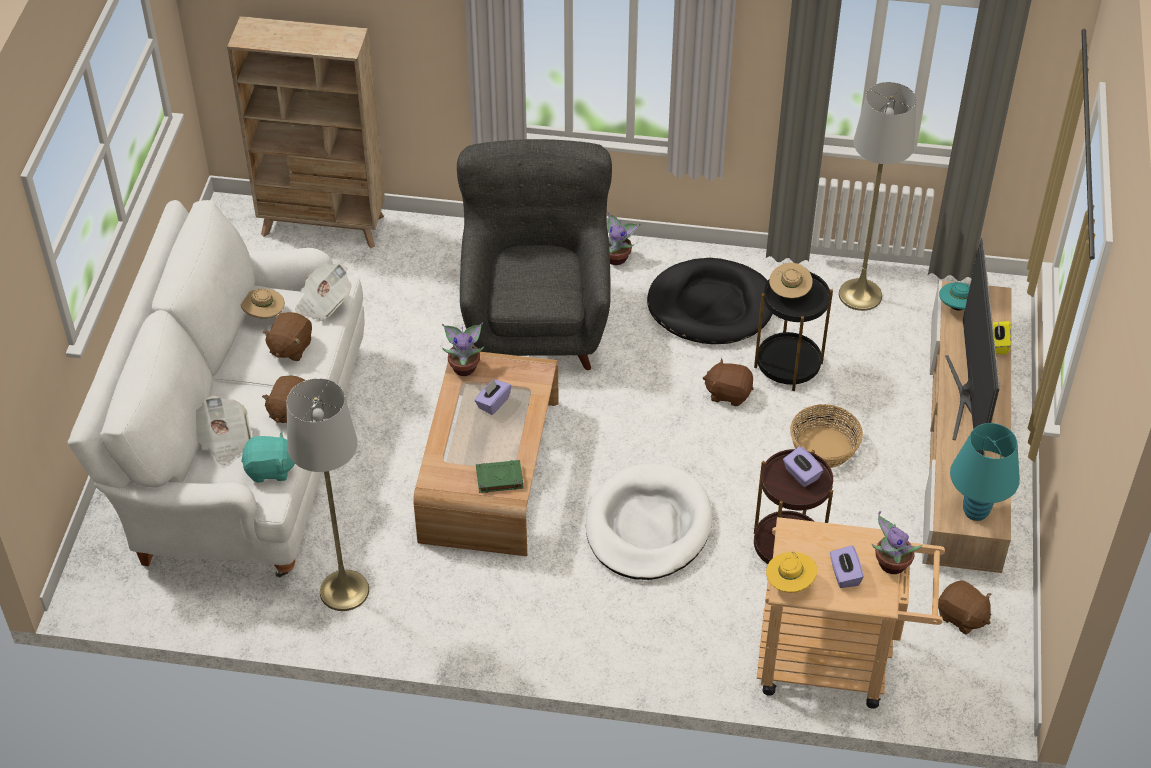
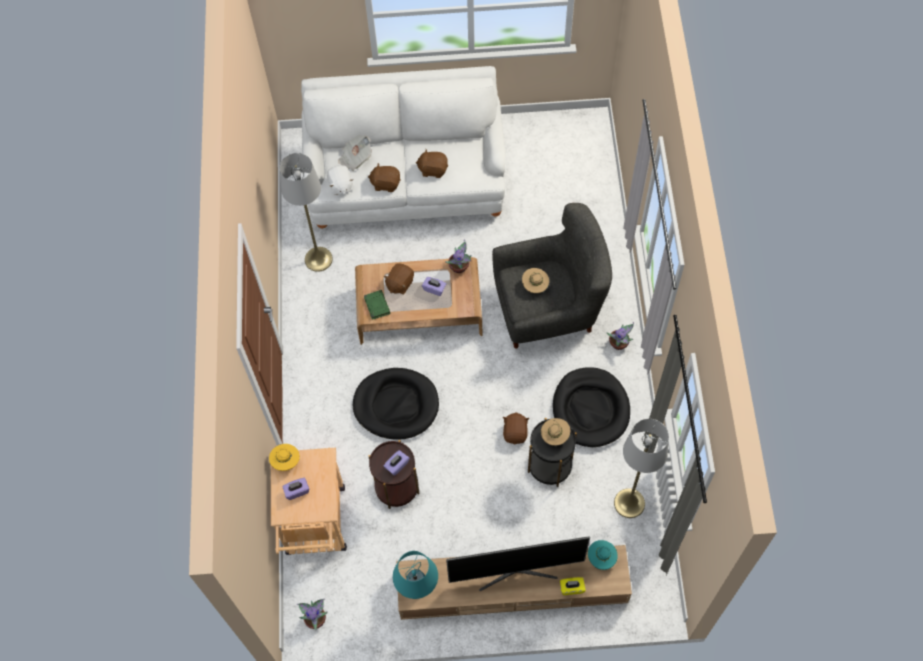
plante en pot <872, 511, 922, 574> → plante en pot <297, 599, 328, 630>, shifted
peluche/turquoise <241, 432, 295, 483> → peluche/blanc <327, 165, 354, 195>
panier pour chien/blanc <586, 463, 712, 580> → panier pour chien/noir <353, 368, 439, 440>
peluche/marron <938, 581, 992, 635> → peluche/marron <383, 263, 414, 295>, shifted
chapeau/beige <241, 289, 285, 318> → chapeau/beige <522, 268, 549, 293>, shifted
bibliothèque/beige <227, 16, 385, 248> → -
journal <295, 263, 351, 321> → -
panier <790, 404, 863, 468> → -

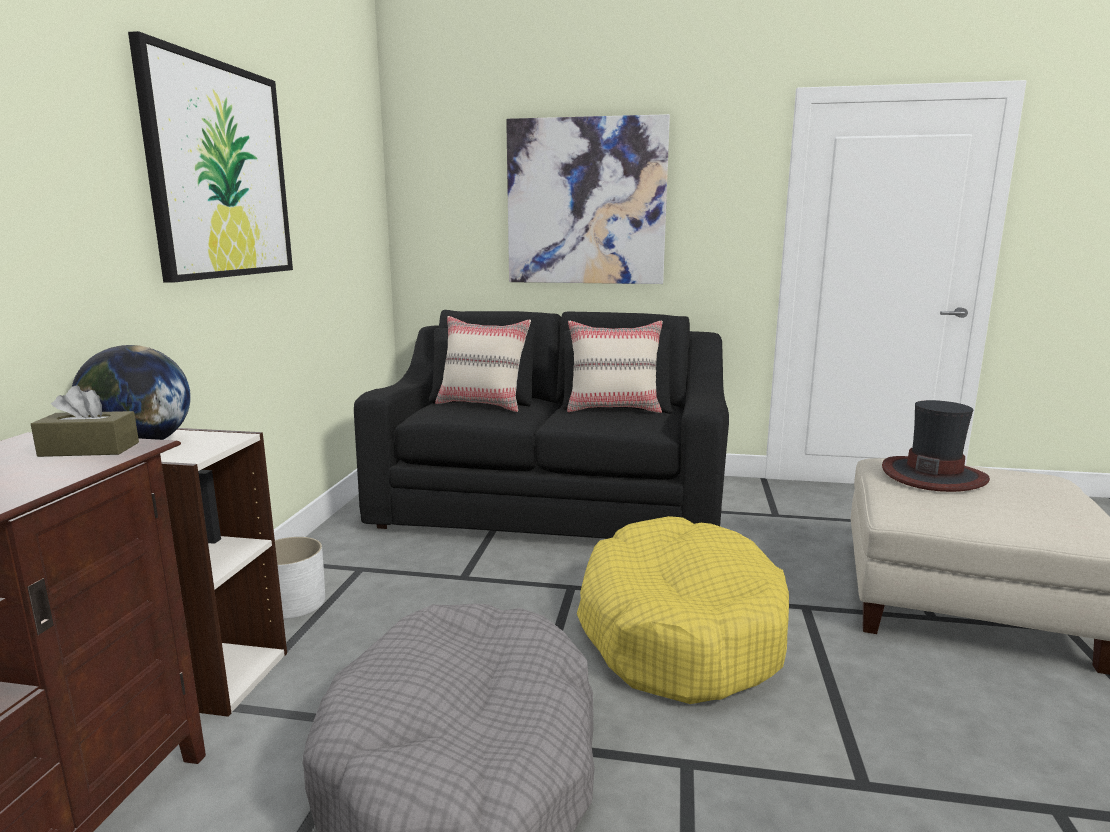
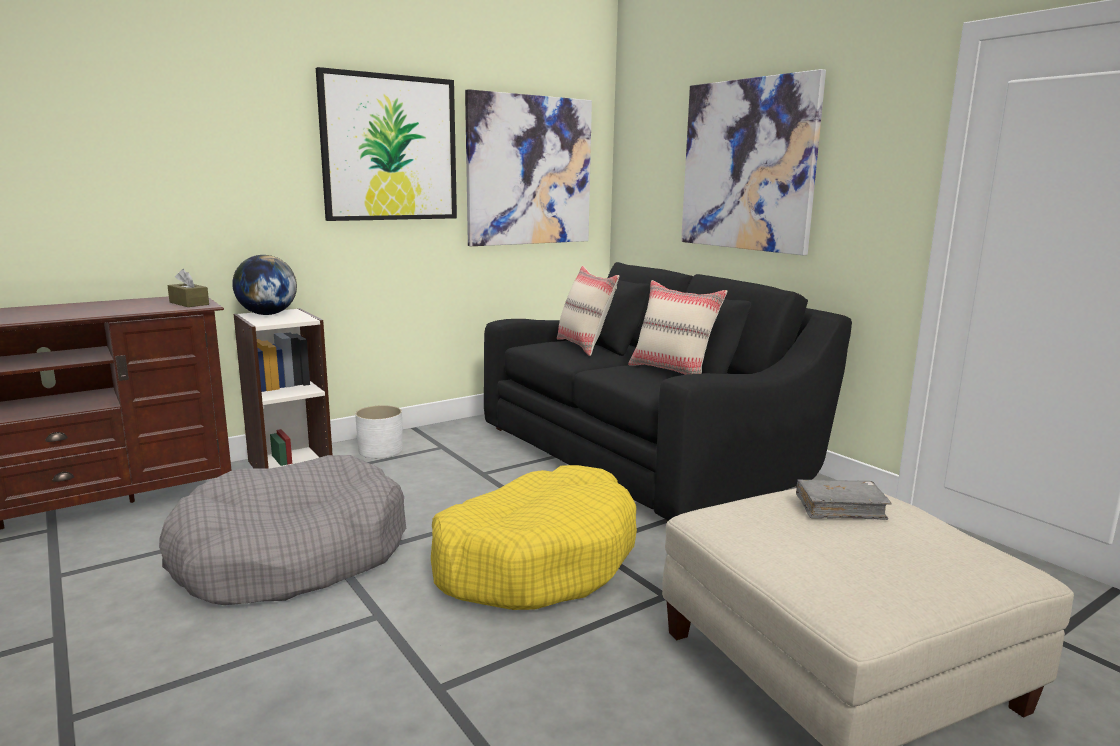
- → tableau <465, 89, 592, 246>
chapeau <882, 400, 990, 492> → livre/gris <796, 480, 892, 520>

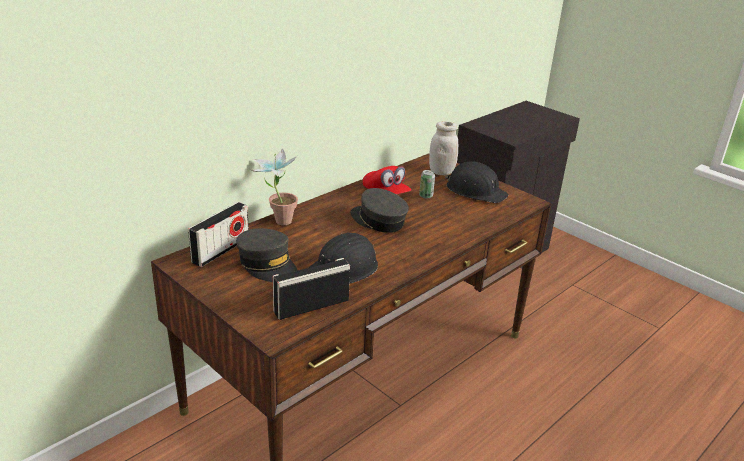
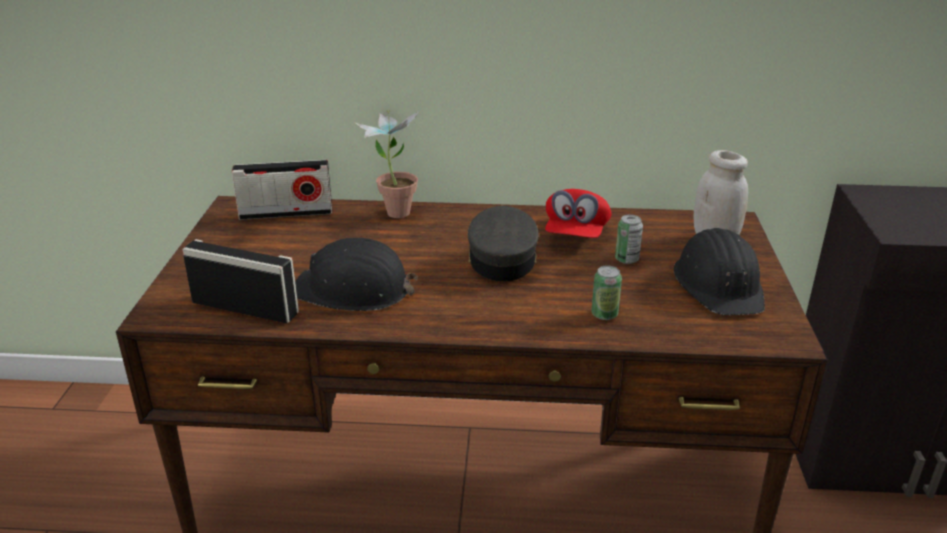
- → boîte métallique <591, 266, 622, 320>
casquette/gris <236, 228, 298, 282> → -

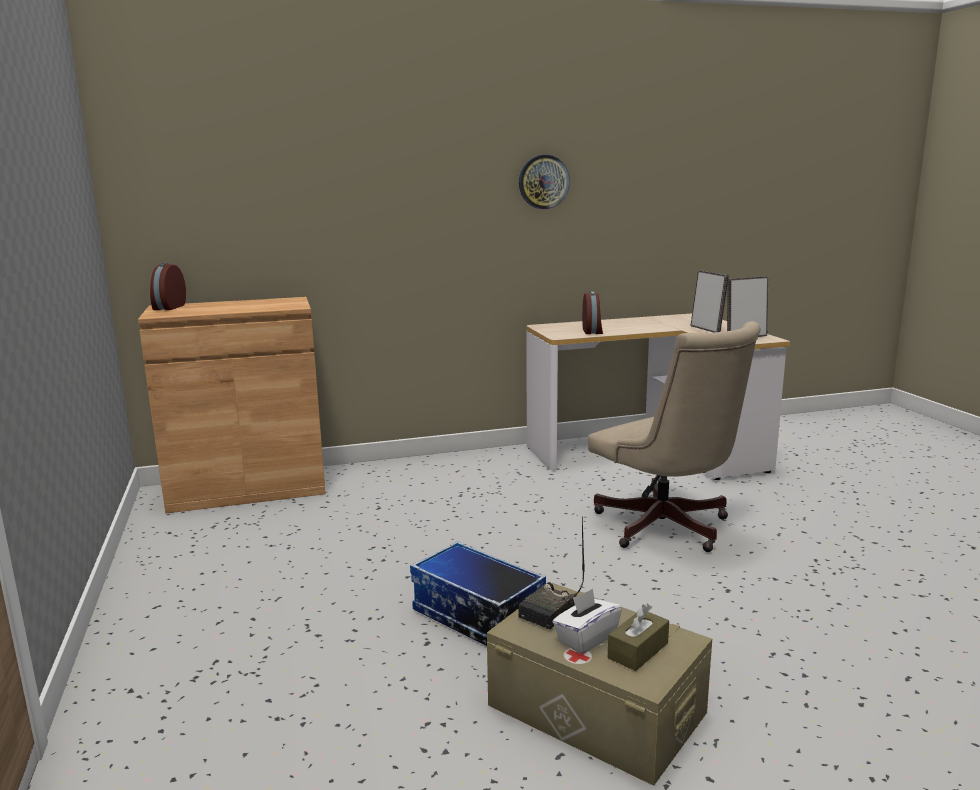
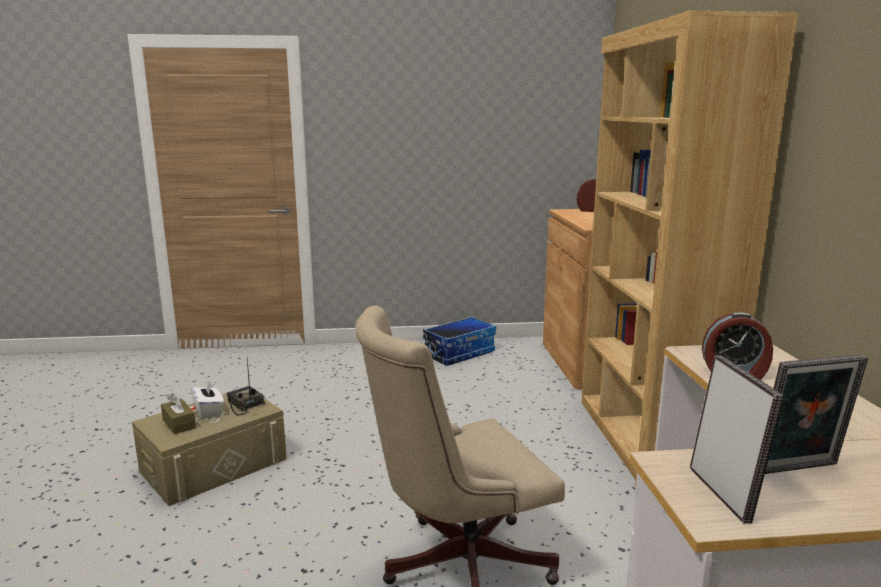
boîte de rangement <410, 541, 546, 646> → boîte de rangement <423, 317, 496, 366>, shifted
- → bibliothèque/marron <581, 11, 799, 486>
horloge murale <519, 155, 570, 209> → -

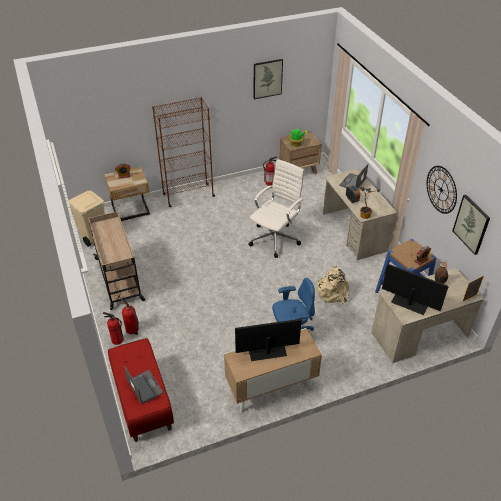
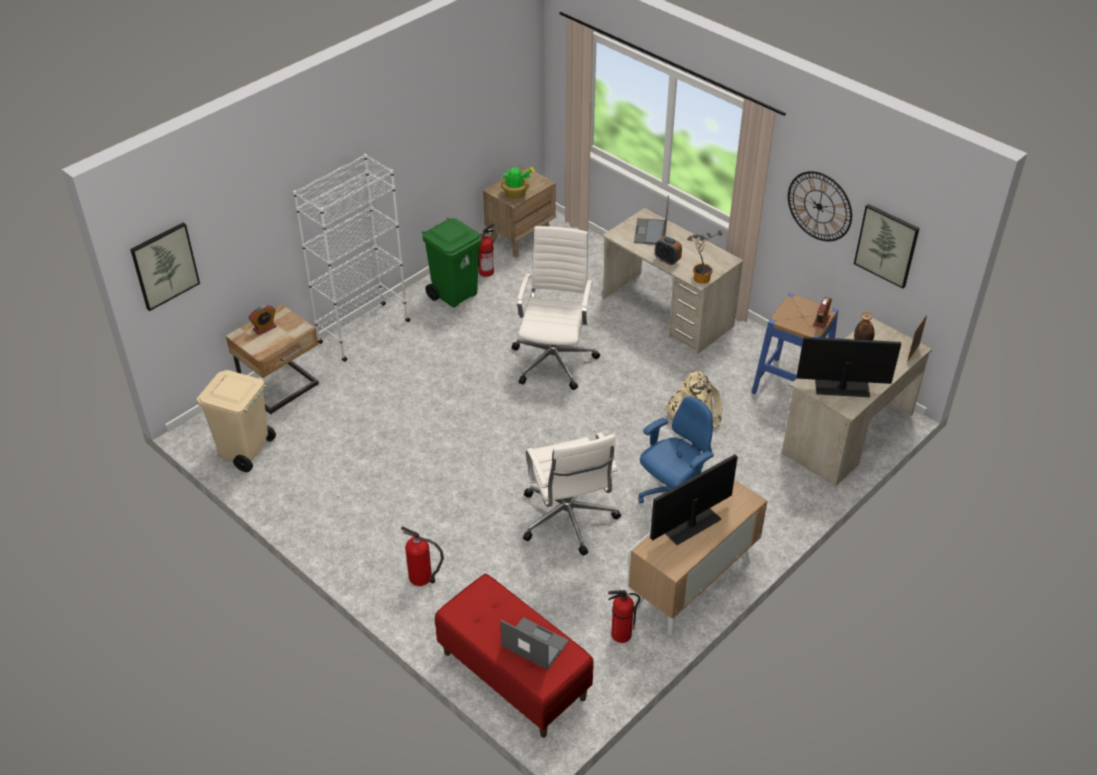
tableau <254, 59, 283, 99> → tableau <130, 223, 200, 311>, shifted
bibliothèque/marron <152, 97, 215, 207> → bibliothèque/blanc <293, 154, 410, 362>
- → poubelle/vert <422, 218, 482, 307>
- → chaise de bureau/blanc <523, 432, 621, 556>
extincteur <103, 312, 124, 345> → extincteur <608, 589, 640, 643>, shifted
chariot/beige <88, 211, 145, 310> → -

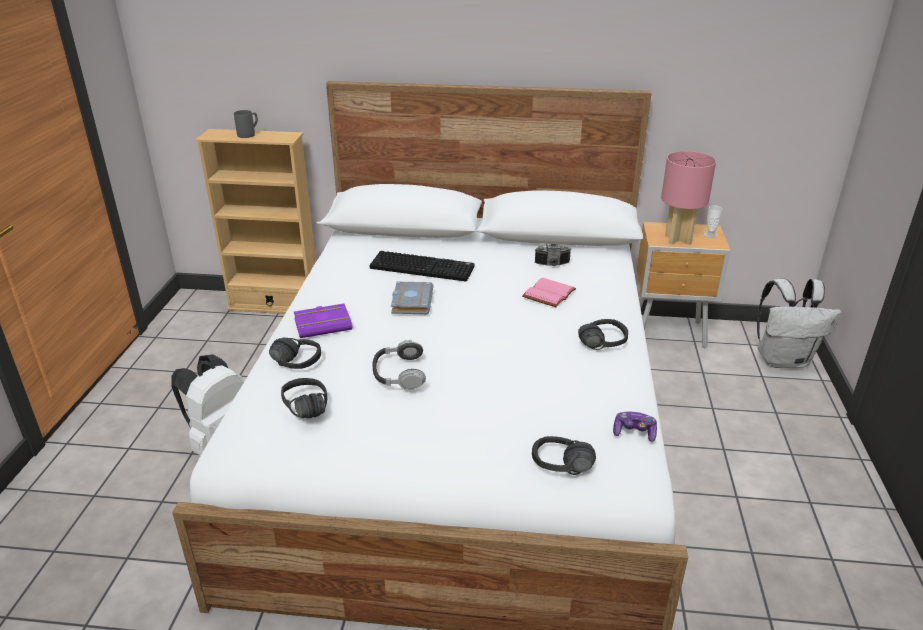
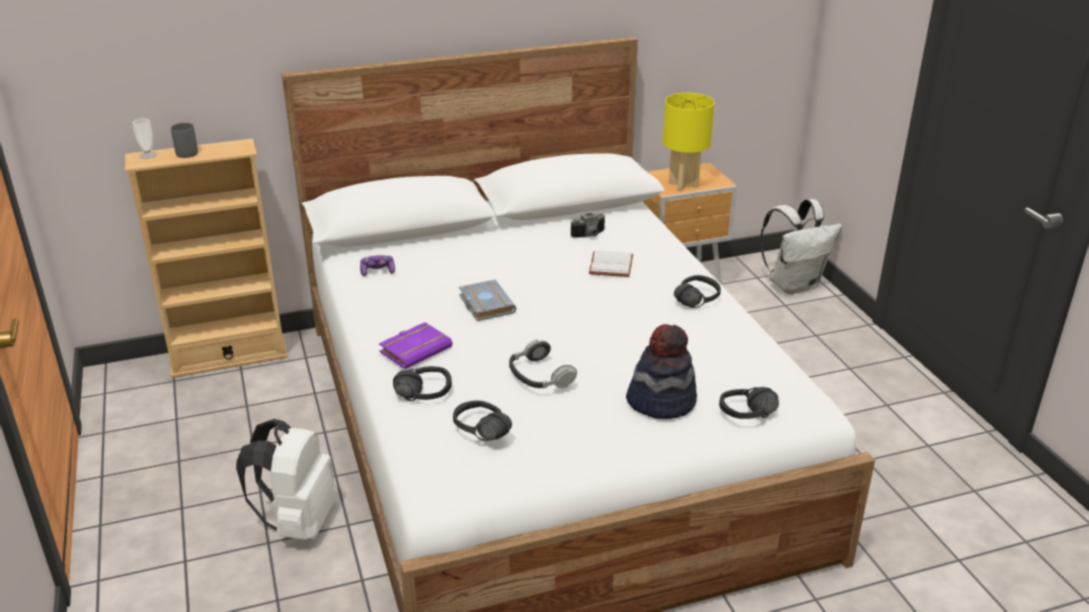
tasse <704, 206, 723, 238> → tasse <133, 118, 157, 159>, shifted
manette <613, 412, 657, 442> → manette <360, 255, 395, 276>, shifted
livre/rose <522, 278, 576, 307> → livre/blanc <589, 250, 633, 277>
- → chapeau <626, 324, 697, 419>
lampe de table/rose <661, 151, 716, 245> → lampe de table/jaune <663, 93, 715, 191>
clavier <369, 251, 474, 281> → -

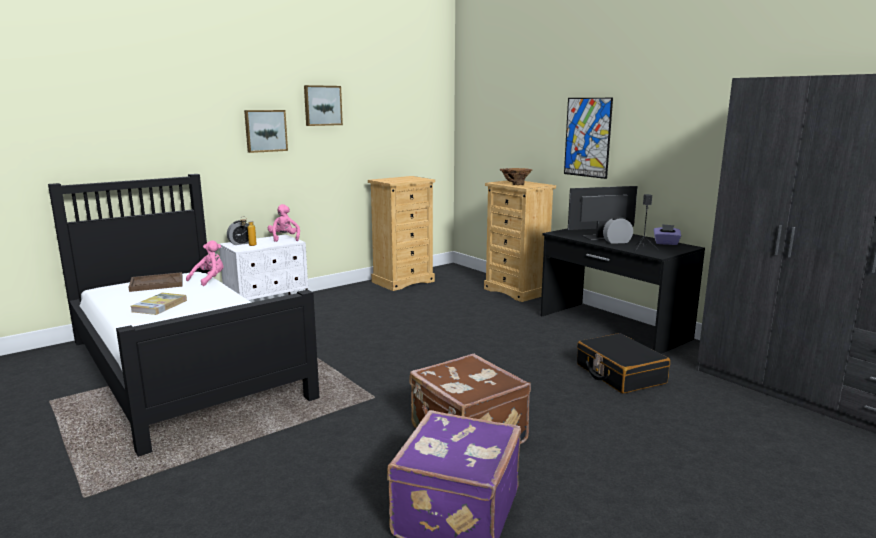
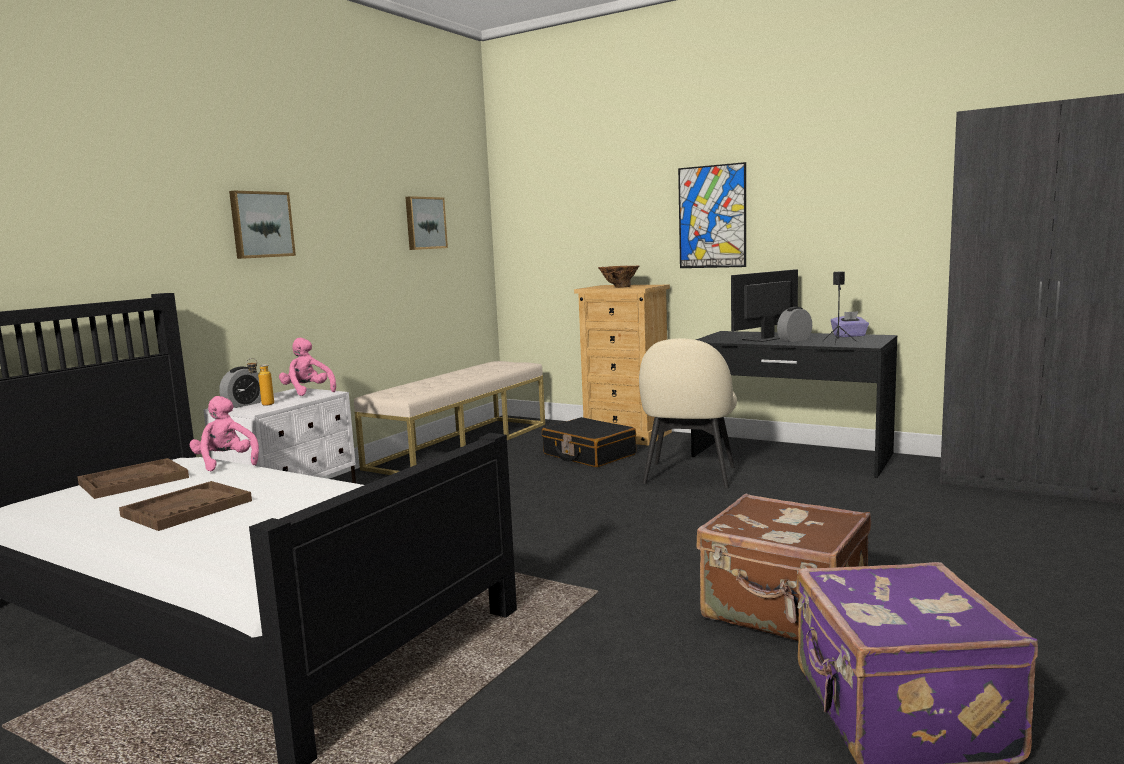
livre <131, 293, 187, 315> → plateau/marron <119, 481, 252, 531>
peluche/rose <186, 240, 223, 286> → peluche/rose <190, 396, 259, 471>, 45 degrees counterclockwise
commode/beige <368, 176, 435, 291> → banc/beige <354, 361, 545, 475>
tableau <304, 85, 343, 126> → tableau <405, 196, 448, 250>, shifted
valise/noir <577, 333, 670, 394> → valise/noir <542, 417, 636, 467>, shifted
- → chaise/beige <639, 338, 737, 488>

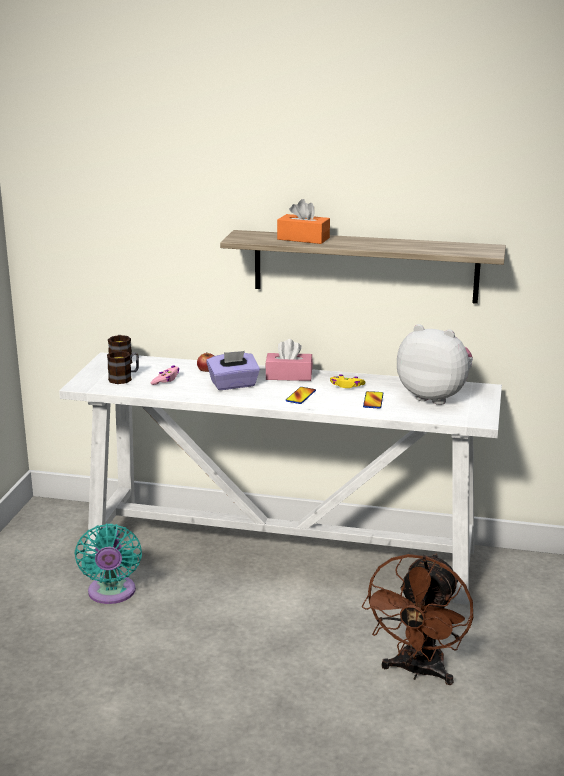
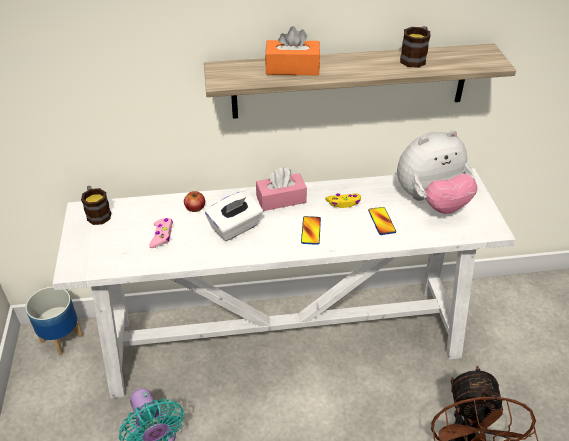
- → cache-pot <25, 286, 83, 355>
boîte à mouchoirs/violet <206, 351, 260, 390> → boîte à mouchoirs/blanc <205, 191, 263, 241>
peluche <397, 324, 473, 405> → peluche <397, 130, 477, 214>, 150 degrees clockwise
mug <107, 351, 139, 384> → mug <400, 26, 430, 68>, shifted

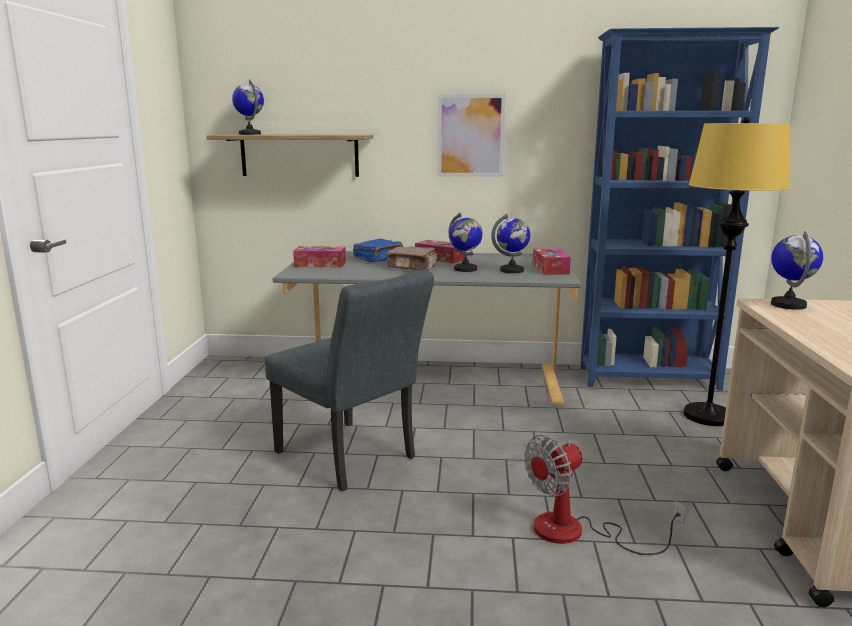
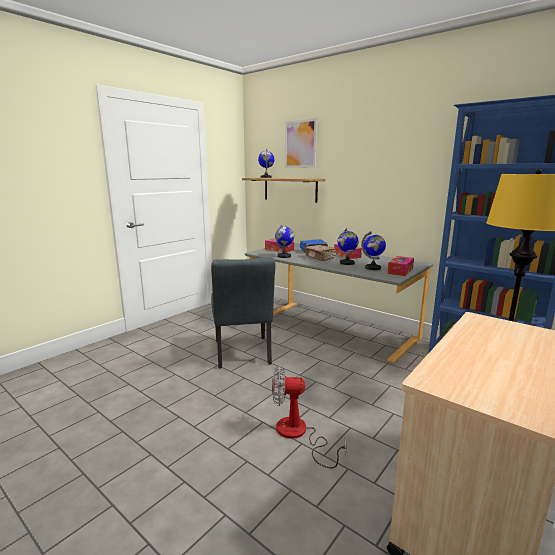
globe <771, 231, 823, 310> → globe <275, 225, 294, 258>, shifted
tableau <438, 94, 506, 177> → tableau <285, 119, 317, 168>, shifted

